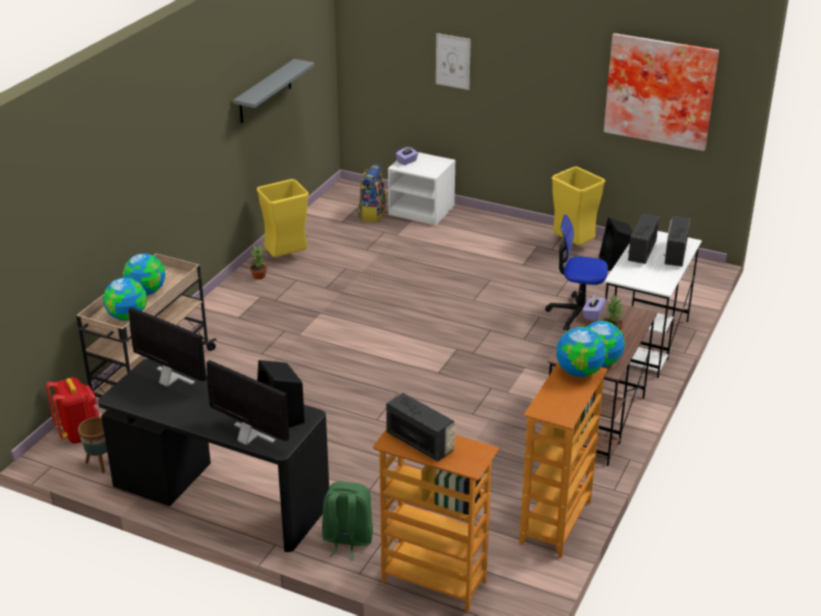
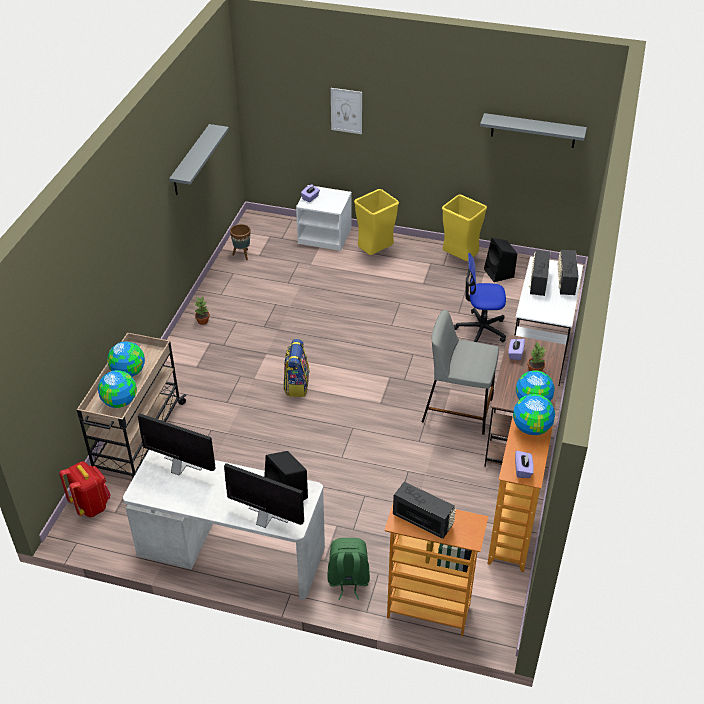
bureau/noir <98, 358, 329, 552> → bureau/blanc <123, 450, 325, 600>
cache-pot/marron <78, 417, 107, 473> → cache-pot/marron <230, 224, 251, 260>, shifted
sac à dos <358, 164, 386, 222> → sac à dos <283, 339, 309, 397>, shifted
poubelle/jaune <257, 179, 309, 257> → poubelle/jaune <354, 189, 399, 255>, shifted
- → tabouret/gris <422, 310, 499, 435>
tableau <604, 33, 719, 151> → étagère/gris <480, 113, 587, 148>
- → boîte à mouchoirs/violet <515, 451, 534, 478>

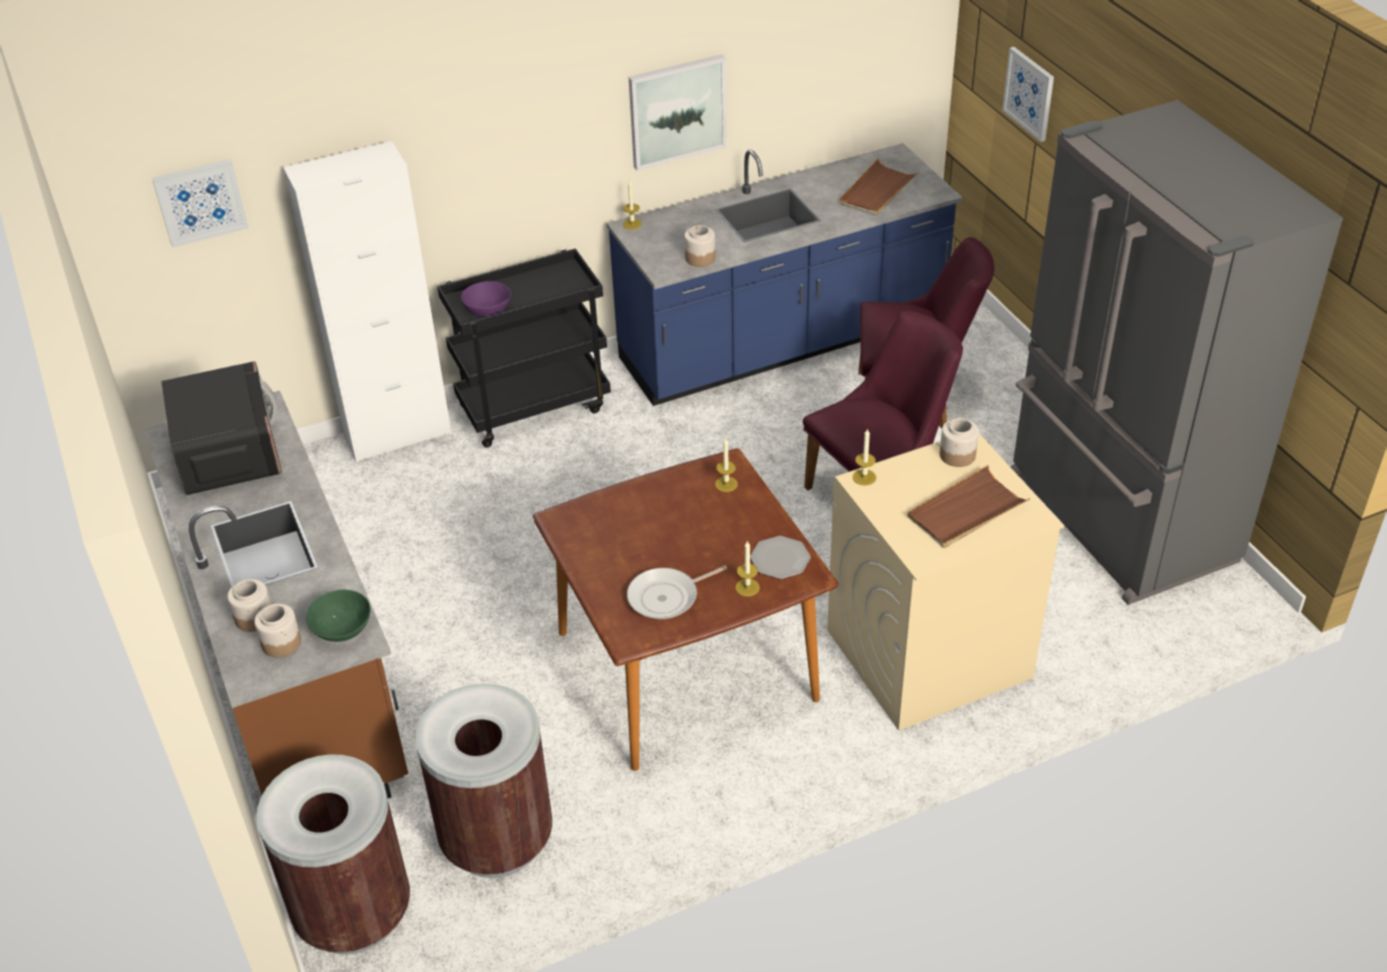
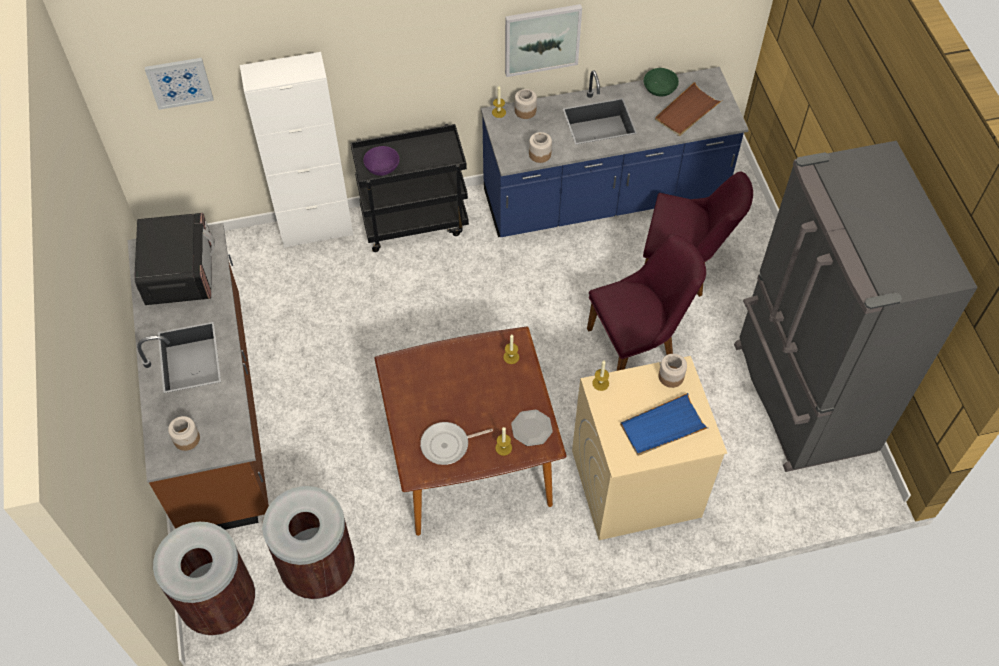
bocal <227, 579, 272, 632> → bocal <515, 89, 537, 119>, shifted
plateau/marron <907, 465, 1030, 548> → plateau/bleu <620, 393, 708, 456>
bol/vert <306, 590, 370, 642> → bol/vert <644, 68, 679, 97>, shifted
tableau <1002, 47, 1054, 142> → -

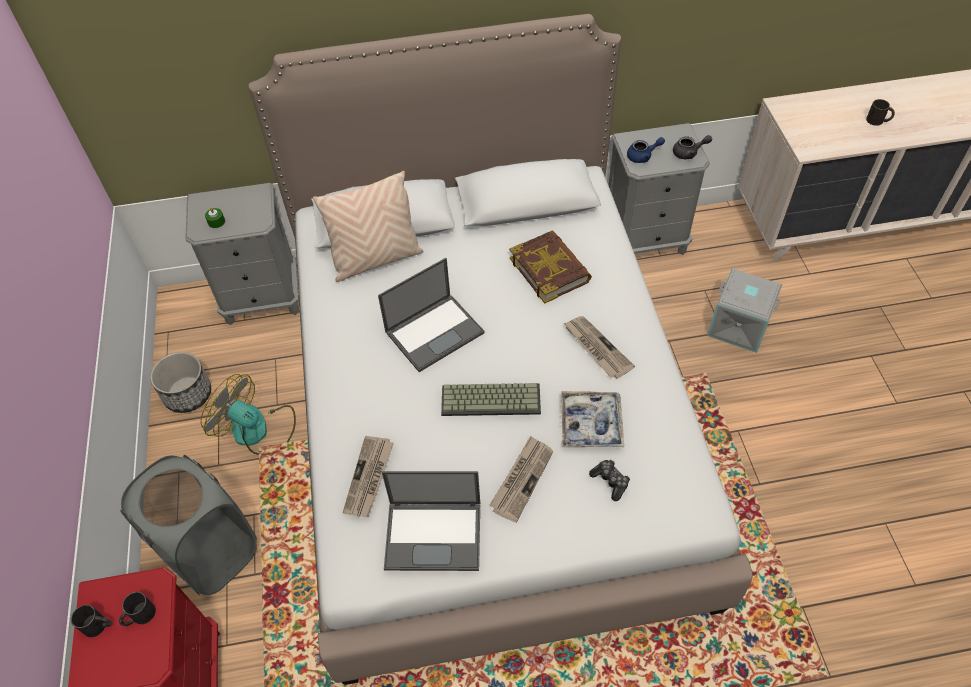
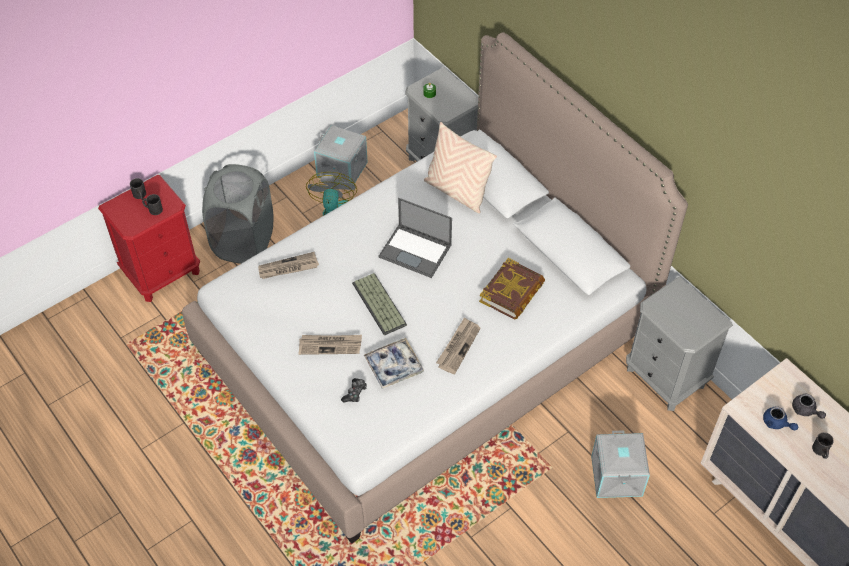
cache-pot <150, 352, 211, 413> → boîte de rangement/gris <314, 125, 367, 184>
théière/bleu <627, 137, 665, 163> → théière/bleu <763, 406, 798, 430>, shifted
théière/gris <673, 135, 712, 159> → théière/gris <792, 394, 826, 419>, shifted
ordinateur portable <382, 471, 480, 571> → -

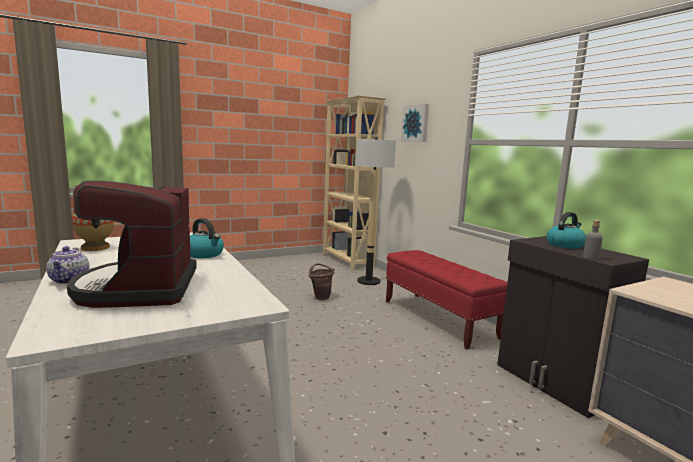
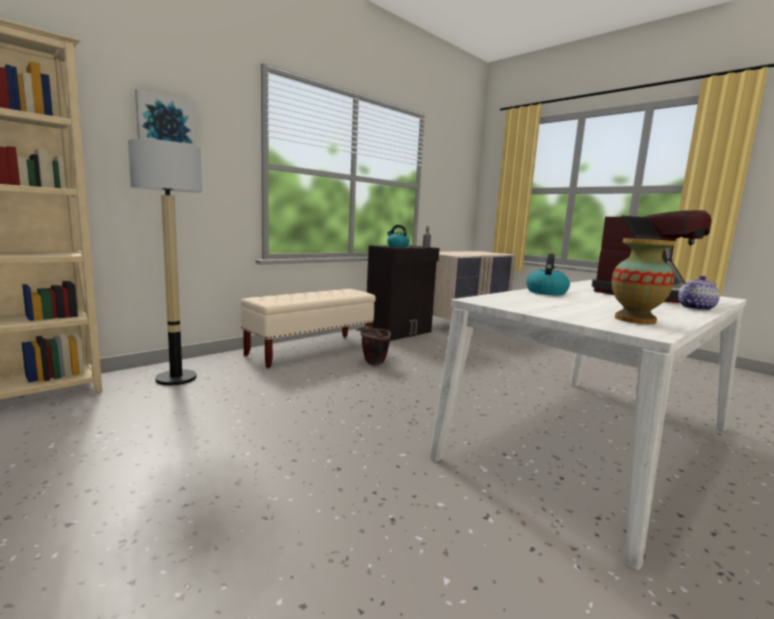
banc/rouge <386, 250, 508, 349> → banc/beige <241, 289, 376, 368>
seau/marron <309, 264, 334, 300> → seau/marron <356, 325, 391, 365>, shifted

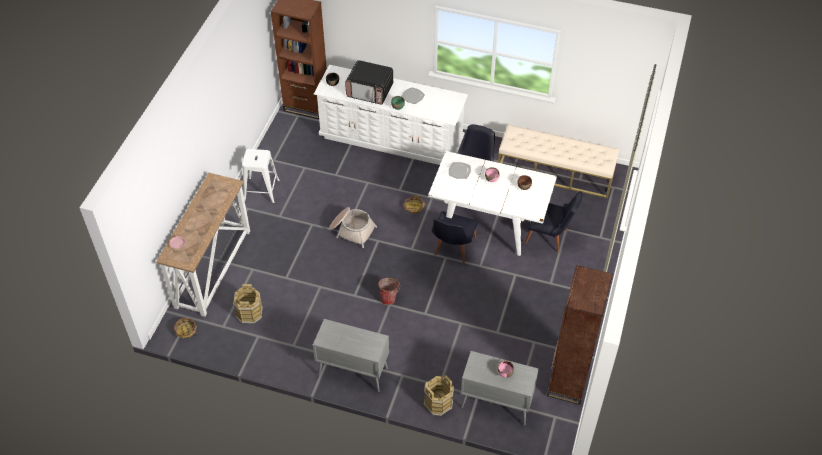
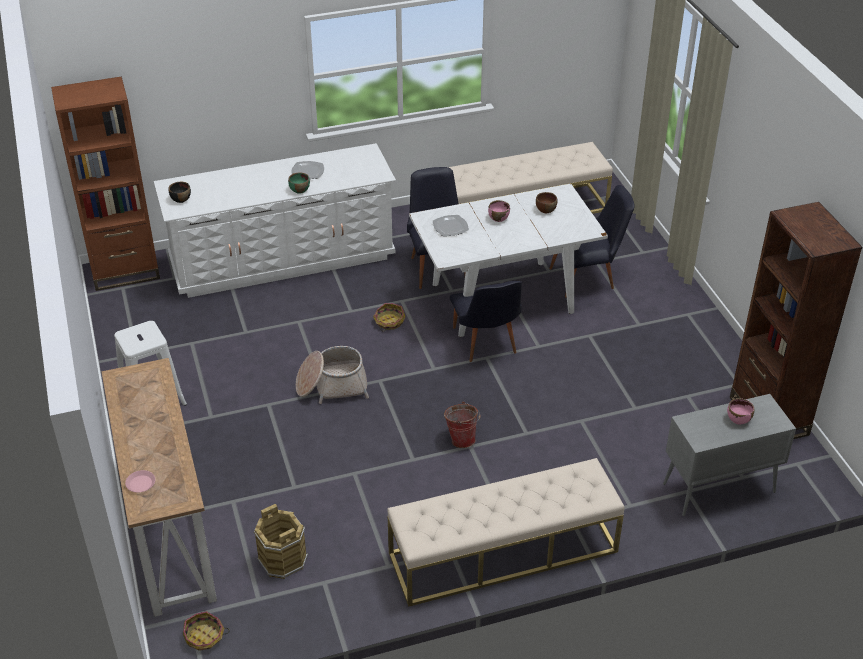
meuble de rangement/gris <313, 319, 389, 392> → banc/beige <387, 458, 624, 607>
micro-ondes <345, 60, 393, 105> → -
seau/marron <424, 375, 454, 416> → -

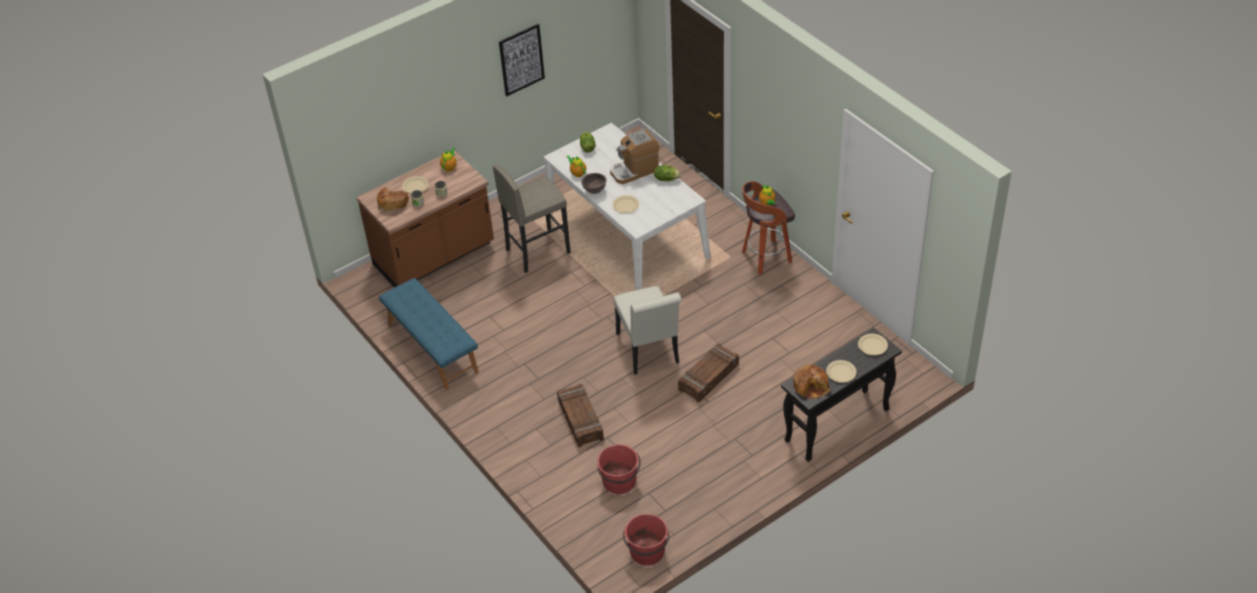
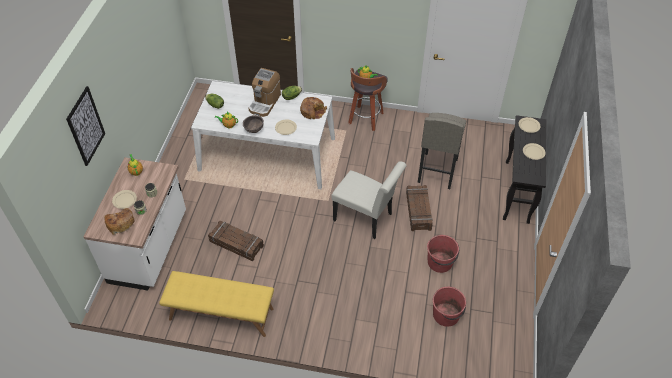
tableau <499, 24, 545, 97> → tableau <66, 86, 105, 166>, shifted
comptoir de cuisine/marron <356, 150, 494, 288> → comptoir de cuisine/blanc <84, 157, 186, 291>
banc/bleu <379, 278, 479, 390> → banc/jaune <159, 271, 274, 337>
caisse <557, 384, 604, 447> → caisse <208, 221, 264, 261>, shifted
pain <793, 365, 831, 399> → pain <300, 97, 327, 119>, shifted
tabouret/gris <493, 165, 571, 273> → tabouret/gris <418, 113, 466, 189>, shifted
seau/rouge <623, 514, 669, 566> → seau/rouge <427, 235, 459, 273>, shifted

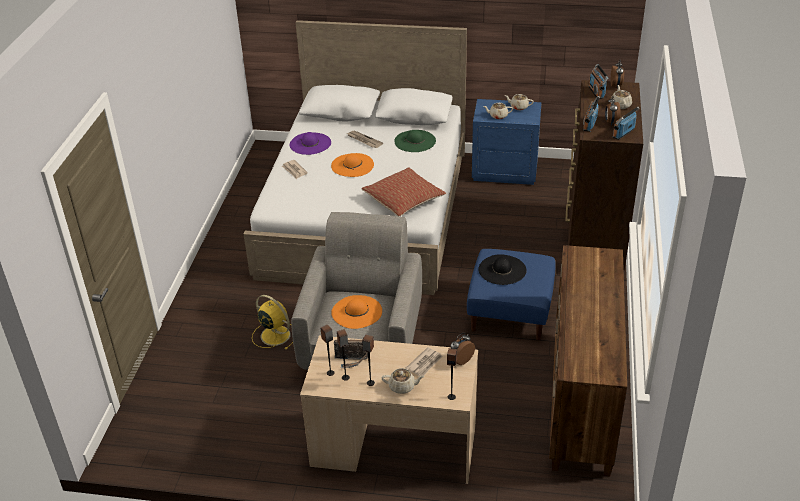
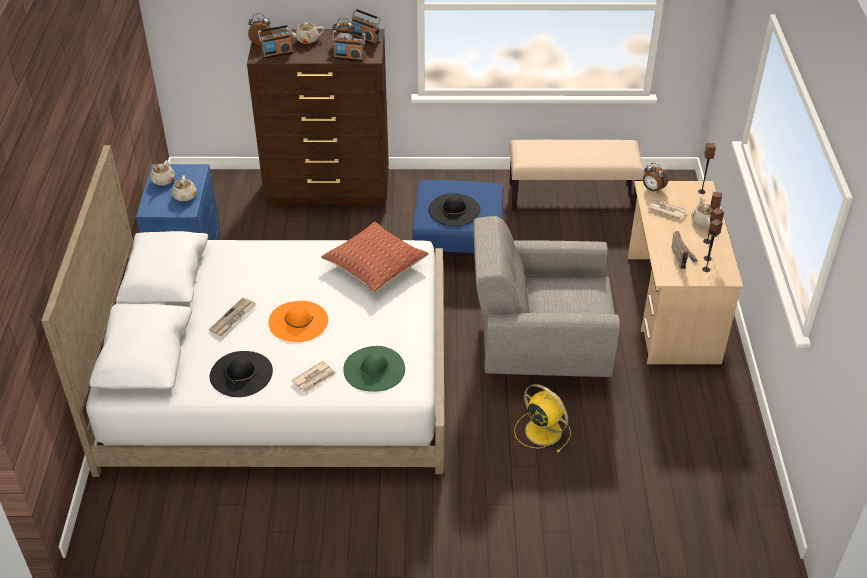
chapeau/violet <290, 132, 331, 155> → chapeau/noir <210, 351, 273, 397>
chapeau/vert <394, 130, 436, 152> → chapeau/vert <343, 346, 405, 392>, shifted
commode/marron <549, 245, 627, 476> → banc/beige <509, 140, 644, 212>
ventilateur/jaune <252, 295, 293, 350> → ventilateur/jaune <514, 384, 571, 452>, 105 degrees clockwise
chapeau/orange <331, 295, 382, 329> → -

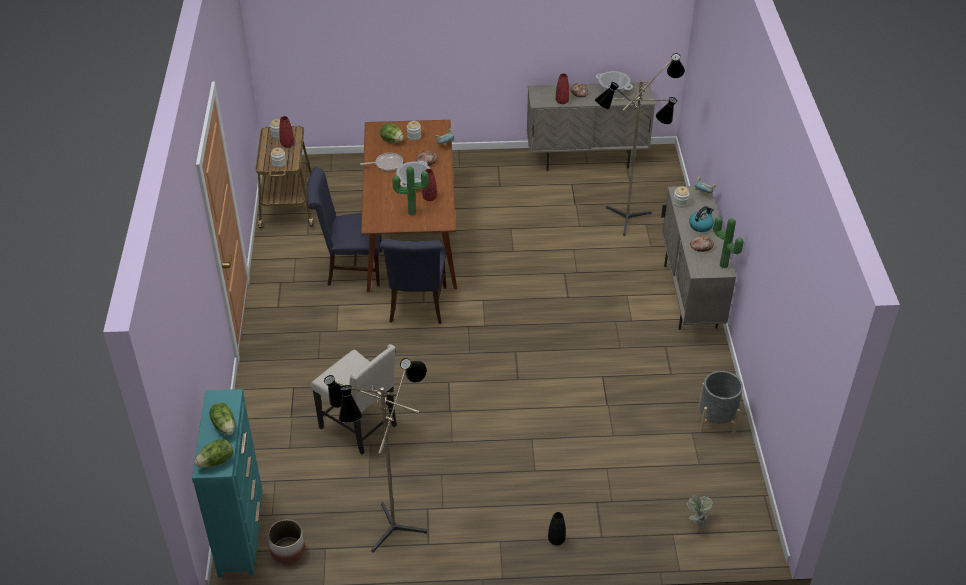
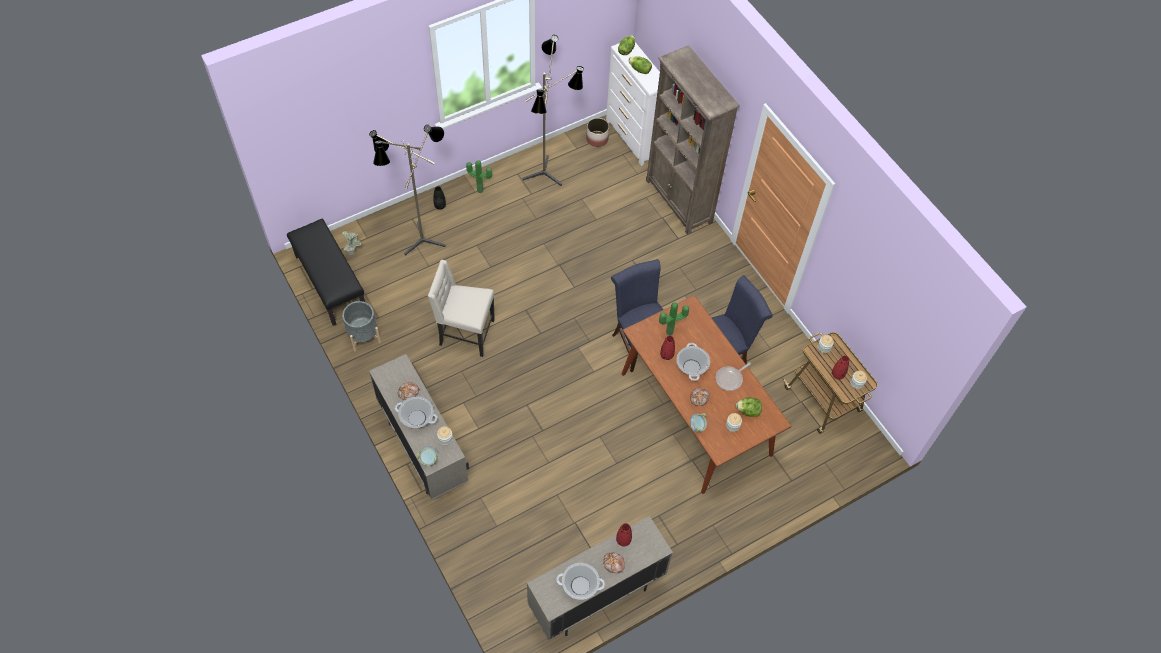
- → banc/noir <287, 219, 365, 326>
lampadaire <595, 53, 685, 236> → lampadaire <369, 125, 446, 255>, shifted
bouilloire <689, 206, 714, 232> → marmite <395, 397, 437, 428>
chaise/beige <311, 344, 397, 455> → chaise/beige <428, 260, 495, 357>, shifted
plante en pot <713, 217, 743, 269> → plante en pot <466, 160, 492, 193>, shifted
commode/turquoise <192, 389, 262, 577> → commode/blanc <606, 42, 660, 166>
- → bibliothèque/marron <646, 45, 740, 235>

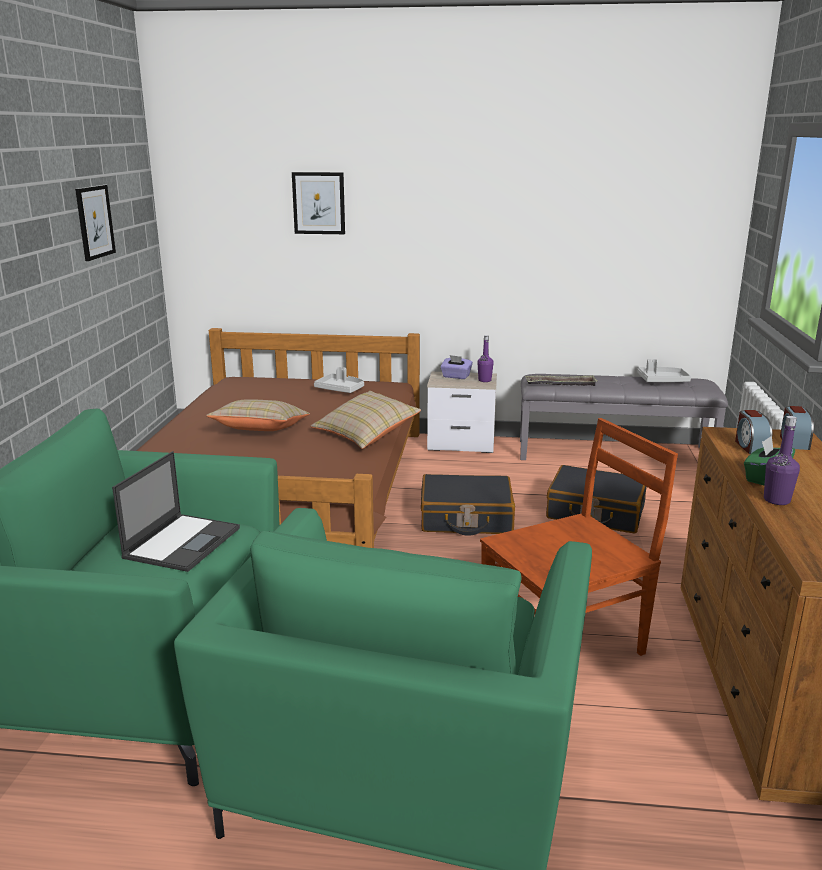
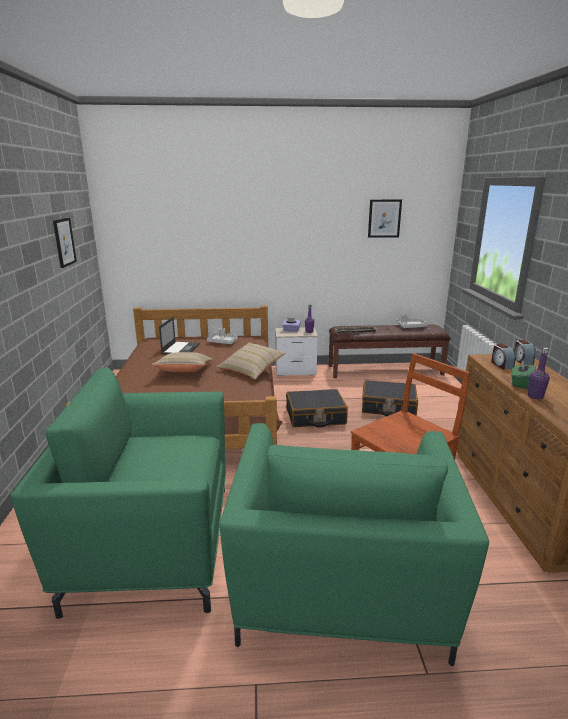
ordinateur portable <112, 451, 240, 572> → ordinateur portable <159, 317, 200, 354>, shifted
banc/gris <520, 374, 728, 460> → banc/marron <329, 324, 451, 378>
tableau <292, 172, 345, 234> → tableau <368, 199, 402, 238>, shifted

